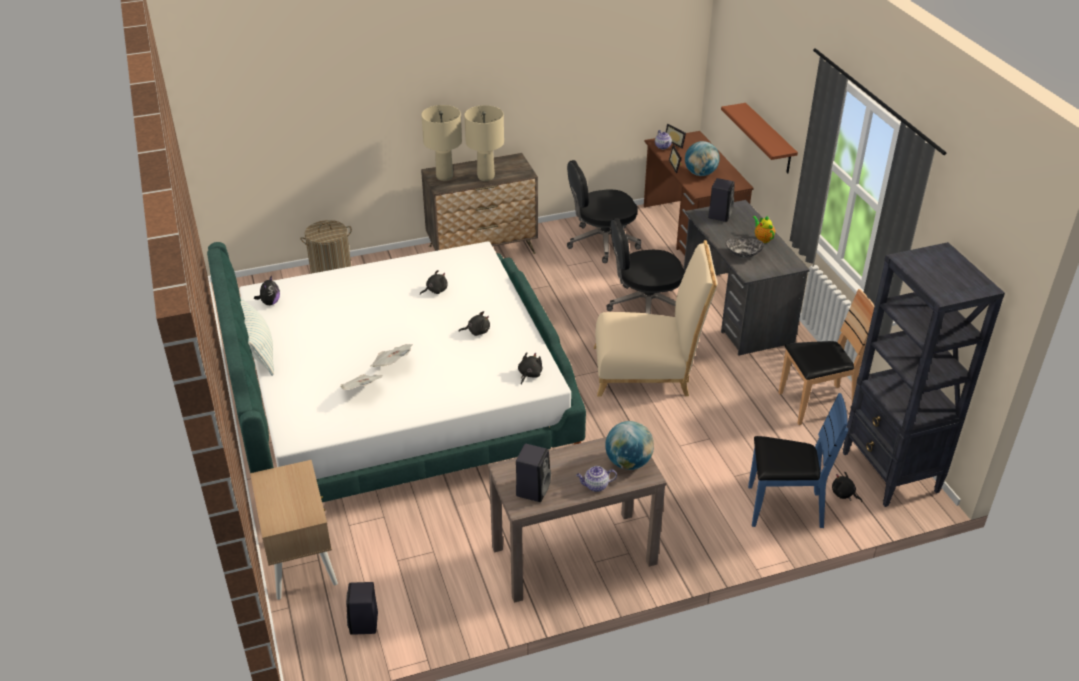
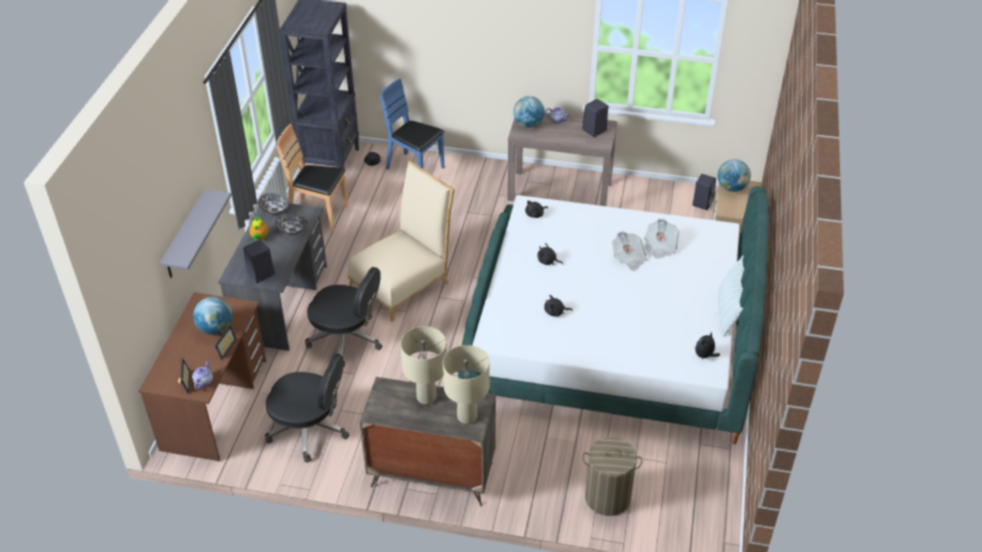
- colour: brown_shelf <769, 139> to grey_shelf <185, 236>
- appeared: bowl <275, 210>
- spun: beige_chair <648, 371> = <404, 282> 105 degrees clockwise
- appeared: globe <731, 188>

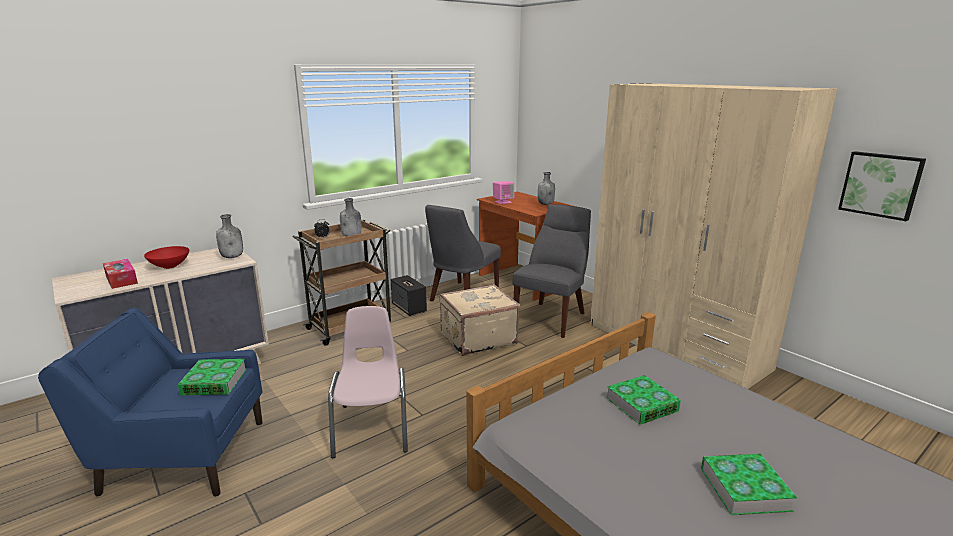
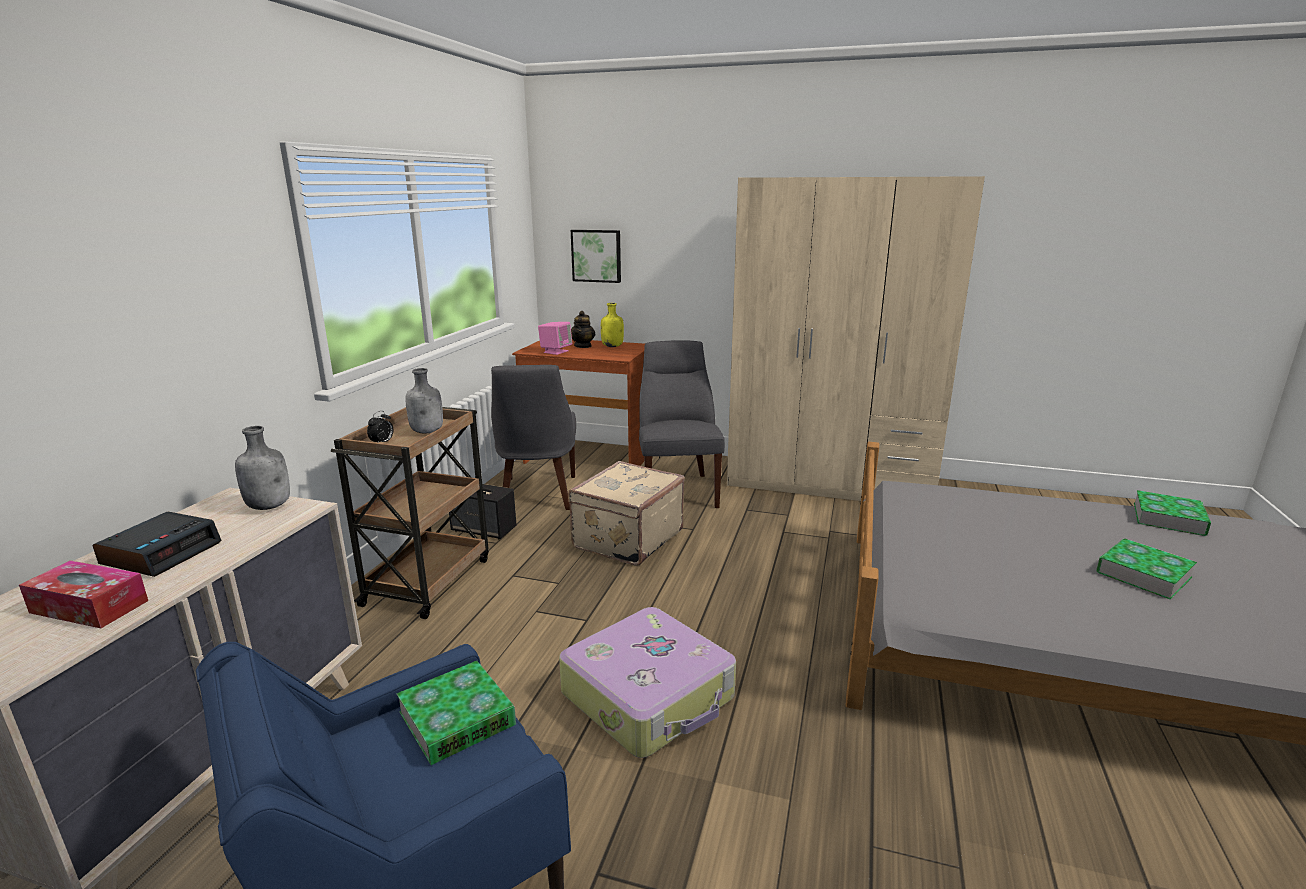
- exchanged: red_bowl <170, 266> to alarm_clock <162, 553>
- exchanged: pink_chair <372, 427> to suitcase <649, 696>
- relocated: picture <881, 185> to <597, 256>
- appeared: teapot <583, 346>
- colour: grey_bottle <546, 204> to yellow_bottle <613, 346>
- relocated: book <642, 404> to <1168, 518>

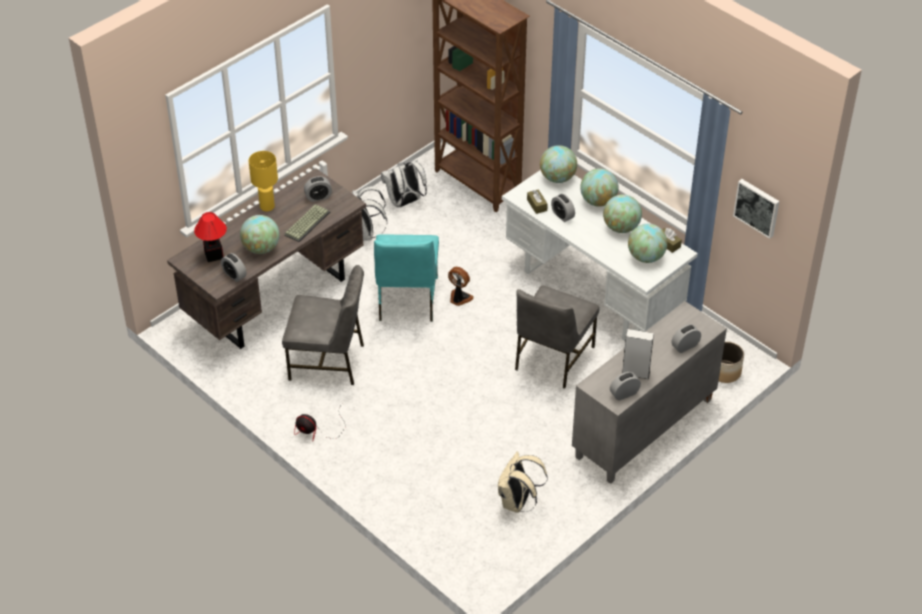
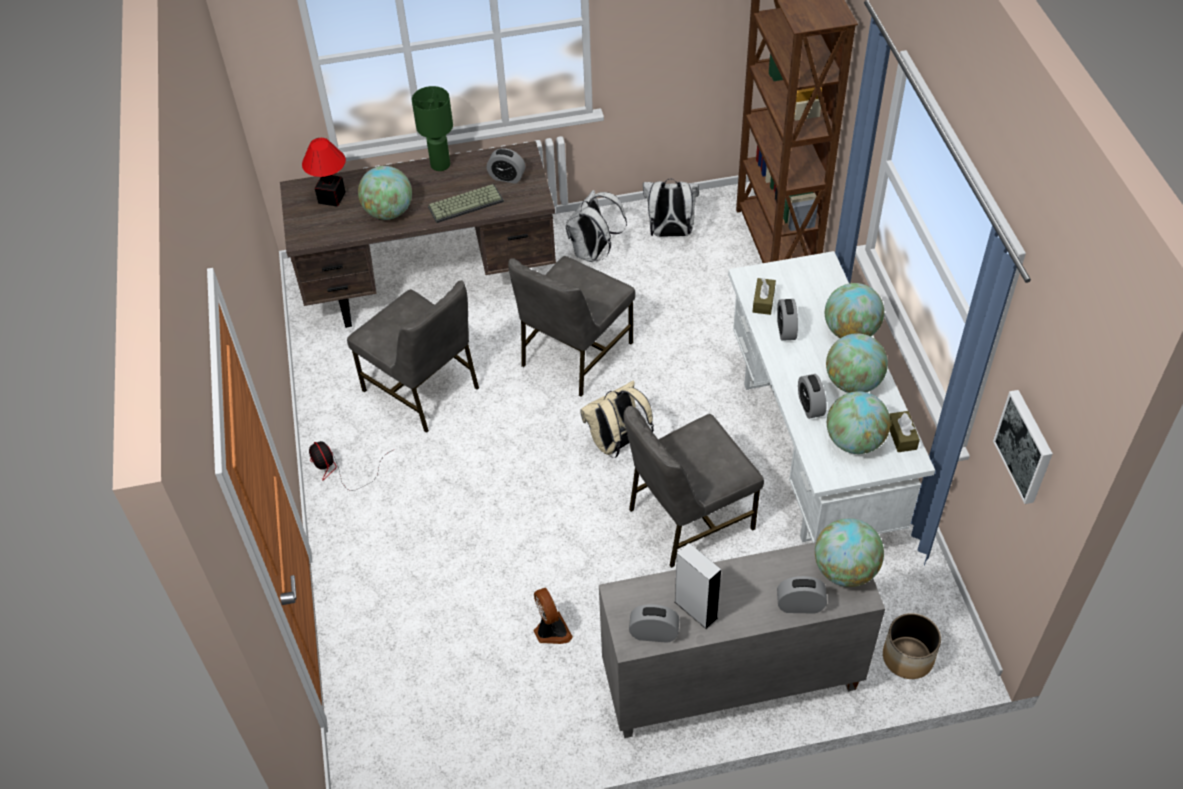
- colour: yellow_table_lamp <267, 207> to green_table_lamp <440, 165>
- colour: turquoise_chair <406, 299> to grey_chair <574, 354>
- relocated: fan <459, 298> to <551, 631>
- relocated: beige_backpack <517, 502> to <617, 444>
- relocated: alarm_clock <234, 275> to <810, 406>
- relocated: globe <557, 178> to <845, 570>

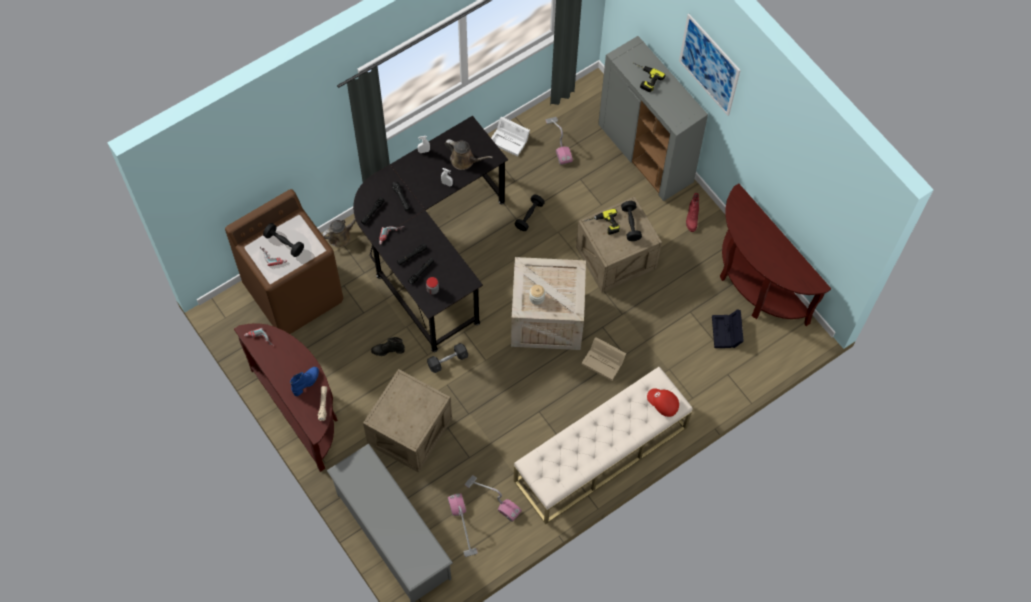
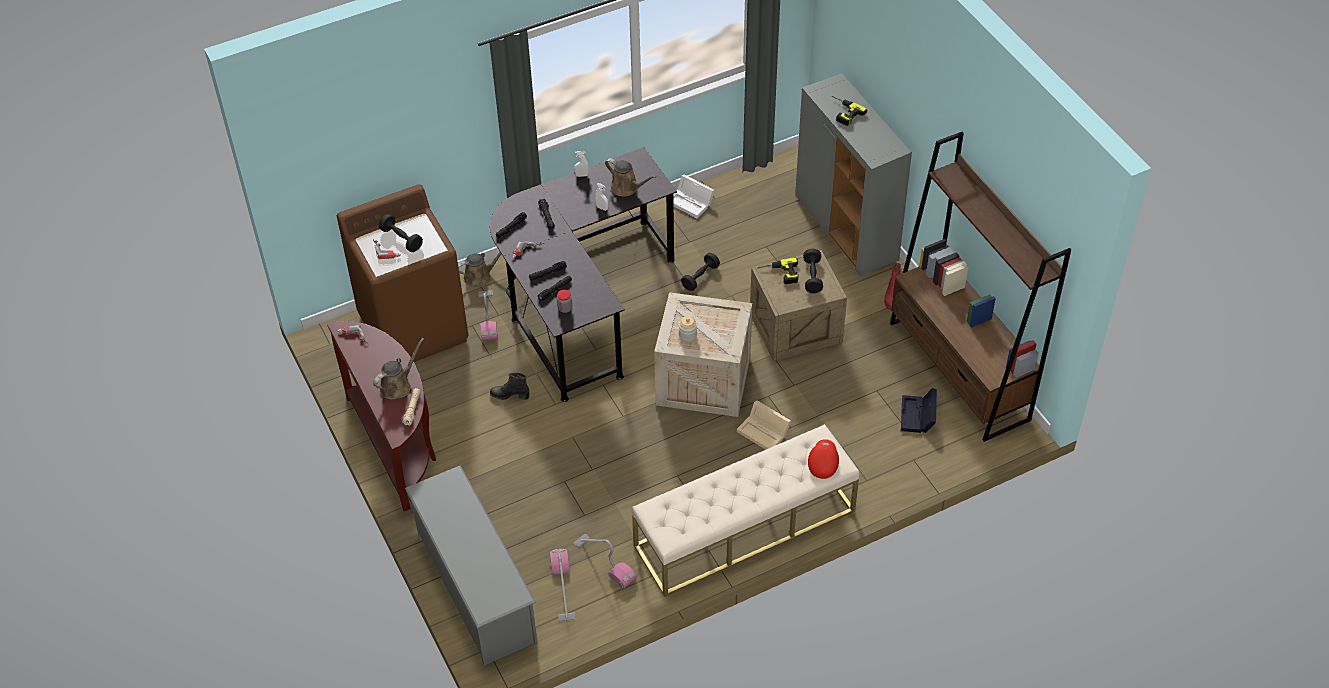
- exchanged: blue_boot <306, 383> to brown_watering_can <398, 385>
- relocated: vacuum_cleaner <558, 141> to <487, 317>
- spun: red_cap <662, 404> = <822, 463> 60 degrees clockwise
- exchanged: brown_console_table <754, 286> to brown_bookcase <958, 371>
- missing: crate <409, 432>
- missing: grey_dumbbell <447, 360>
- missing: picture <709, 65>

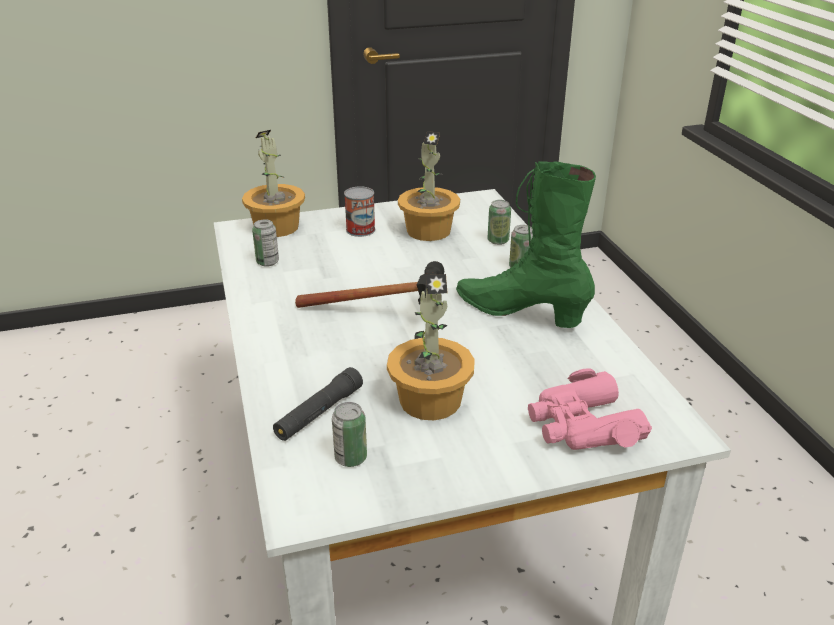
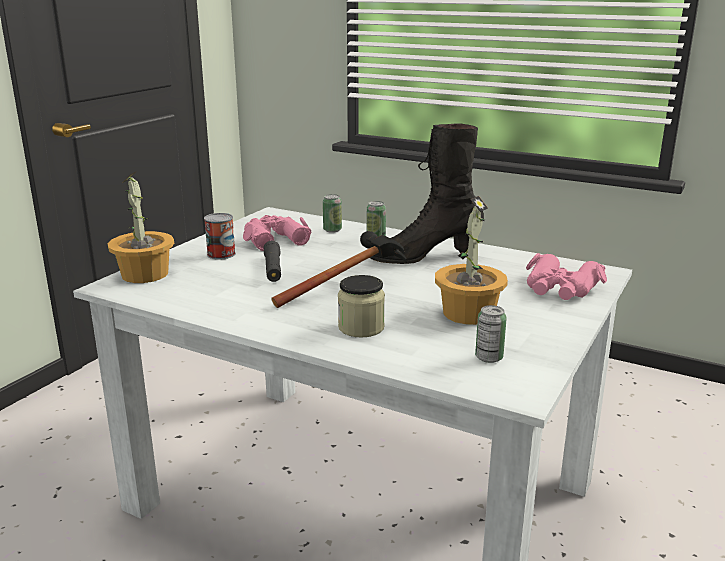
- exchanged: potted_plant <429, 230> to pink_binoculars <273, 239>
- relocated: black_flashlight <319, 413> to <273, 269>
- appeared: jar <361, 327>
- colour: green_boot <520, 312> to black_boot <423, 257>
- missing: can <267, 262>

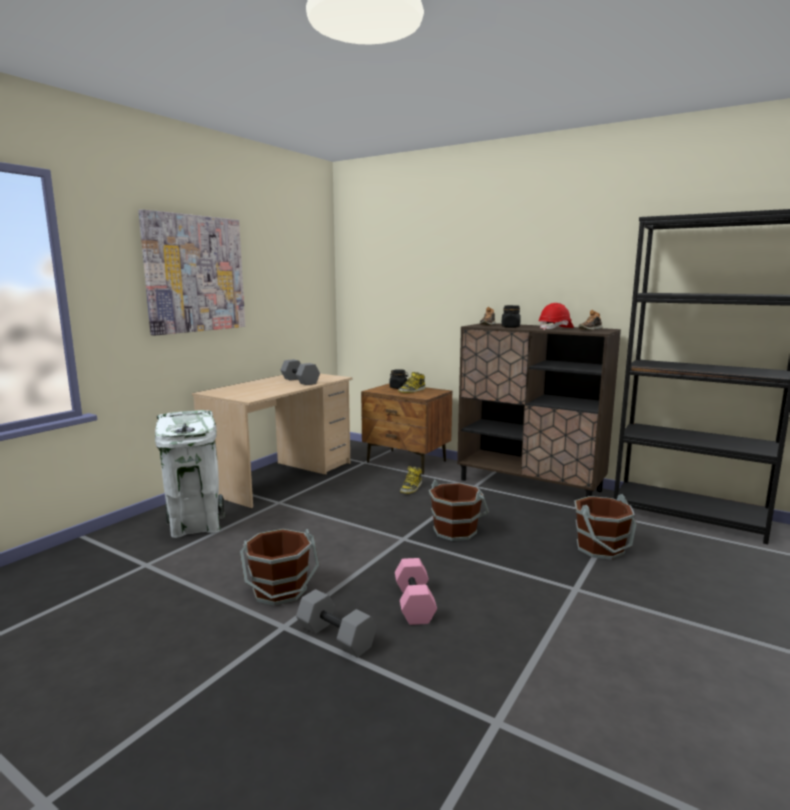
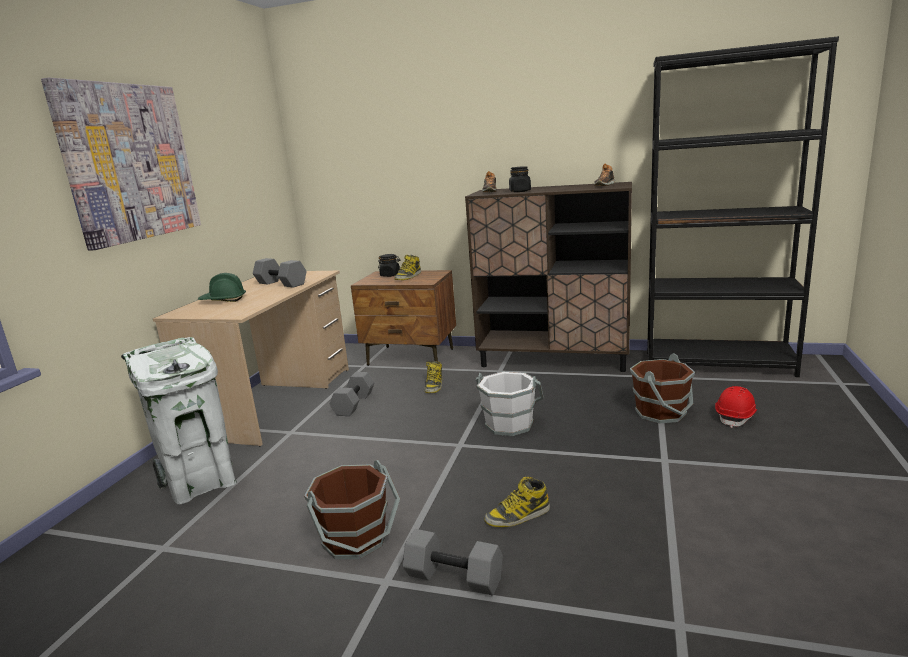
- appeared: green_hard_hat <223, 300>
- appeared: grey_dumbbell <354, 404>
- colour: brown_bucket <455, 530> to white_bucket <509, 424>
- exchanged: pink_dumbbell <415, 604> to boot <518, 516>
- relocated: red_hard_hat <555, 328> to <736, 417>

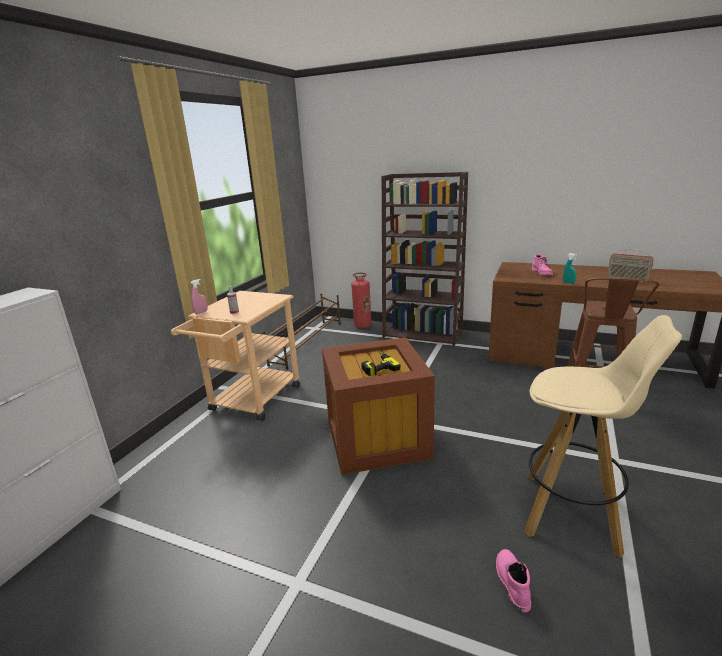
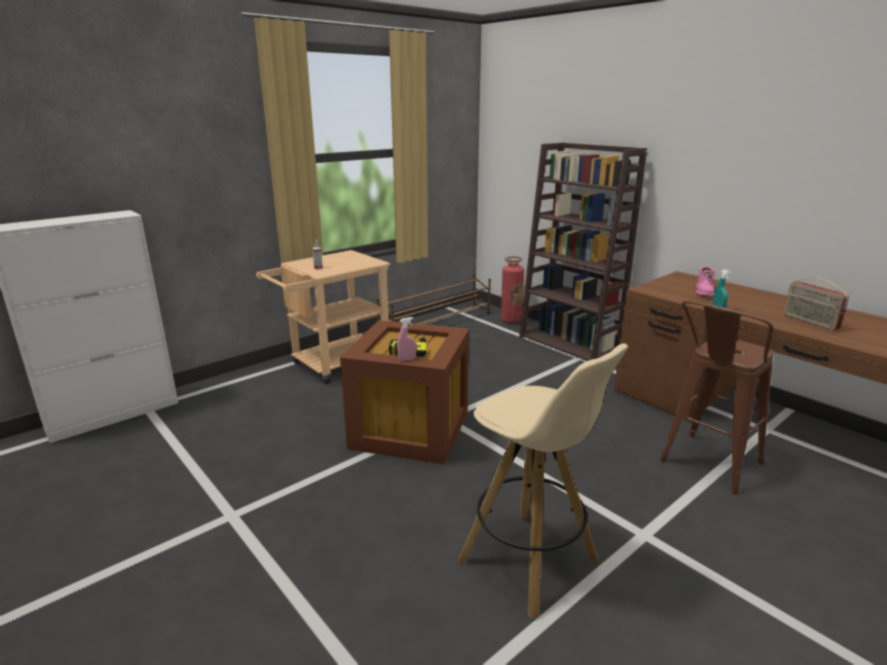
- relocated: pink_spray_bottle <201, 312> to <407, 359>
- missing: pink_boot <511, 582>

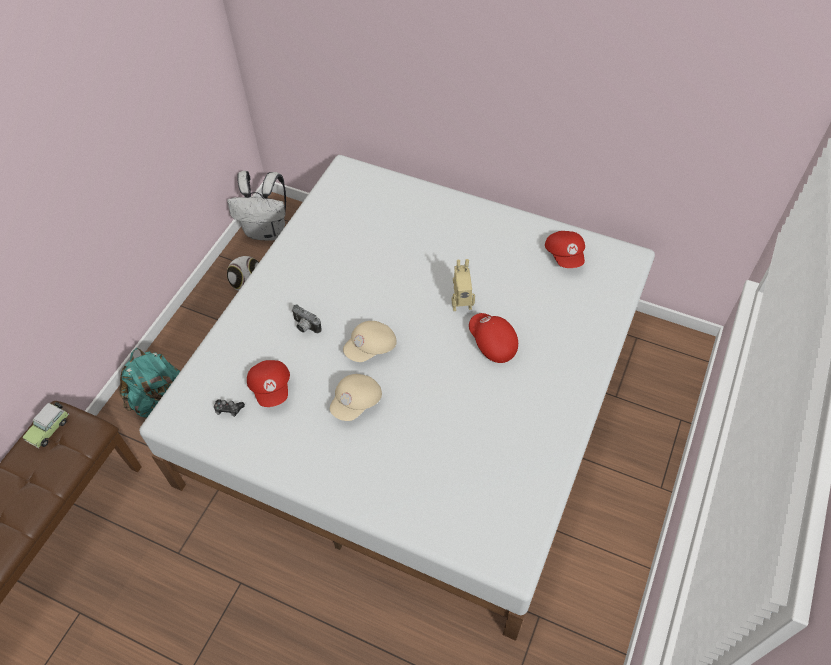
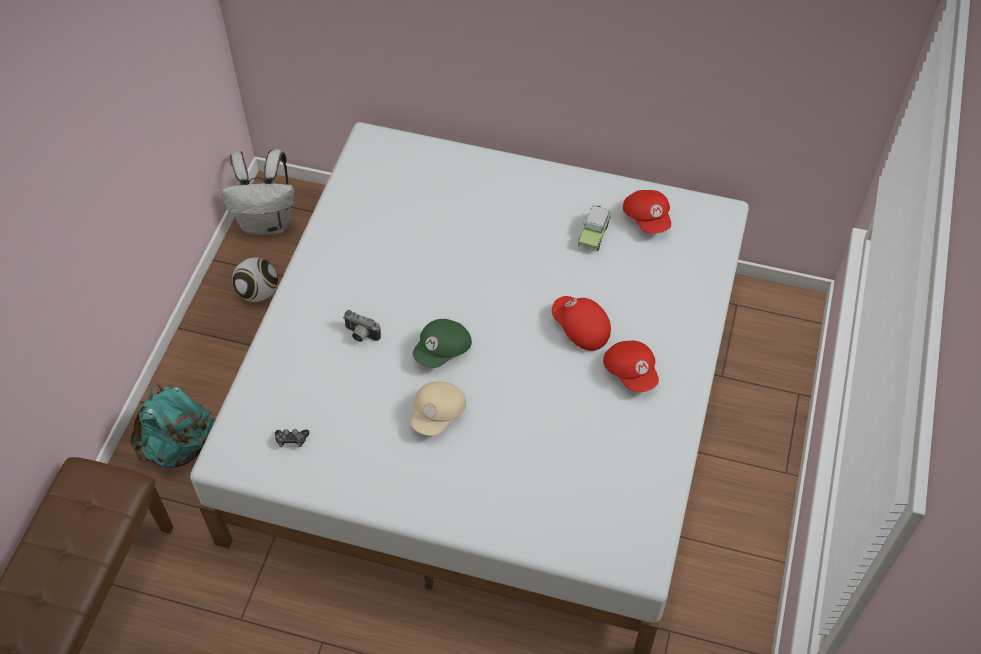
- colour: beige_cap <371, 348> to green_cap <443, 351>
- relocated: toy_car <50, 428> to <594, 234>
- relocated: red_cap <272, 388> to <631, 372>
- missing: toy_robot <461, 303>

